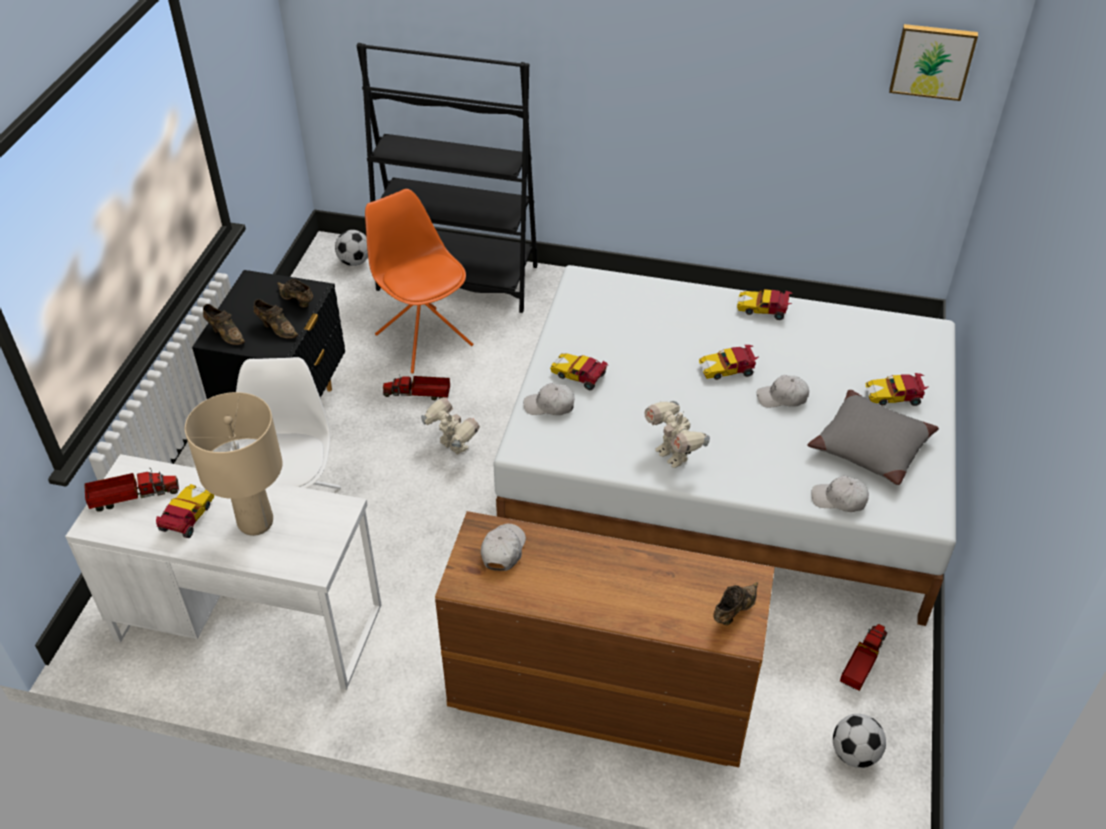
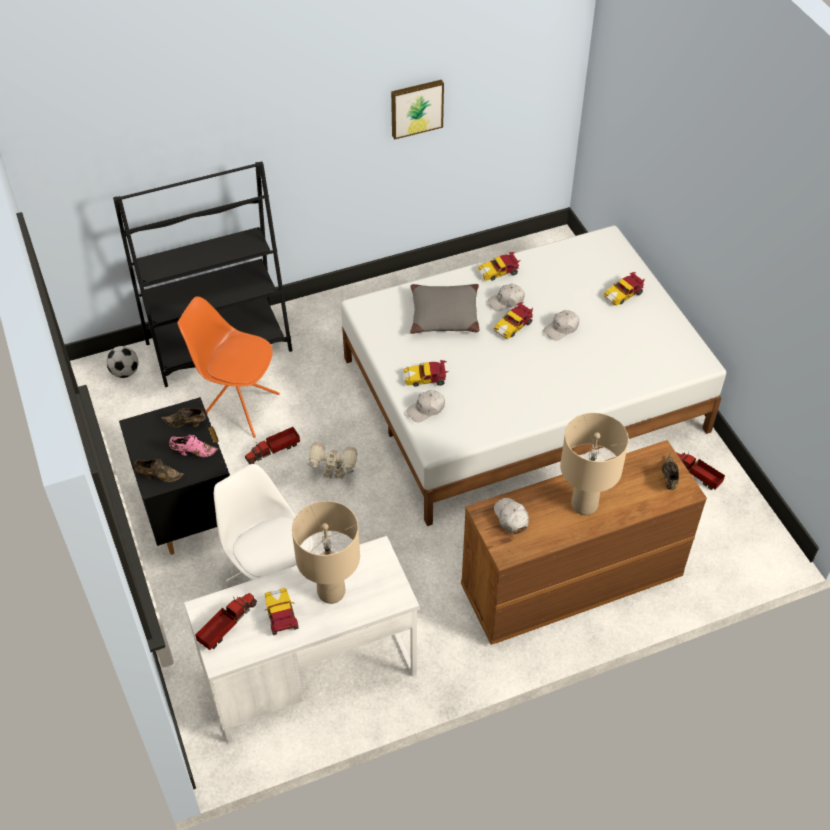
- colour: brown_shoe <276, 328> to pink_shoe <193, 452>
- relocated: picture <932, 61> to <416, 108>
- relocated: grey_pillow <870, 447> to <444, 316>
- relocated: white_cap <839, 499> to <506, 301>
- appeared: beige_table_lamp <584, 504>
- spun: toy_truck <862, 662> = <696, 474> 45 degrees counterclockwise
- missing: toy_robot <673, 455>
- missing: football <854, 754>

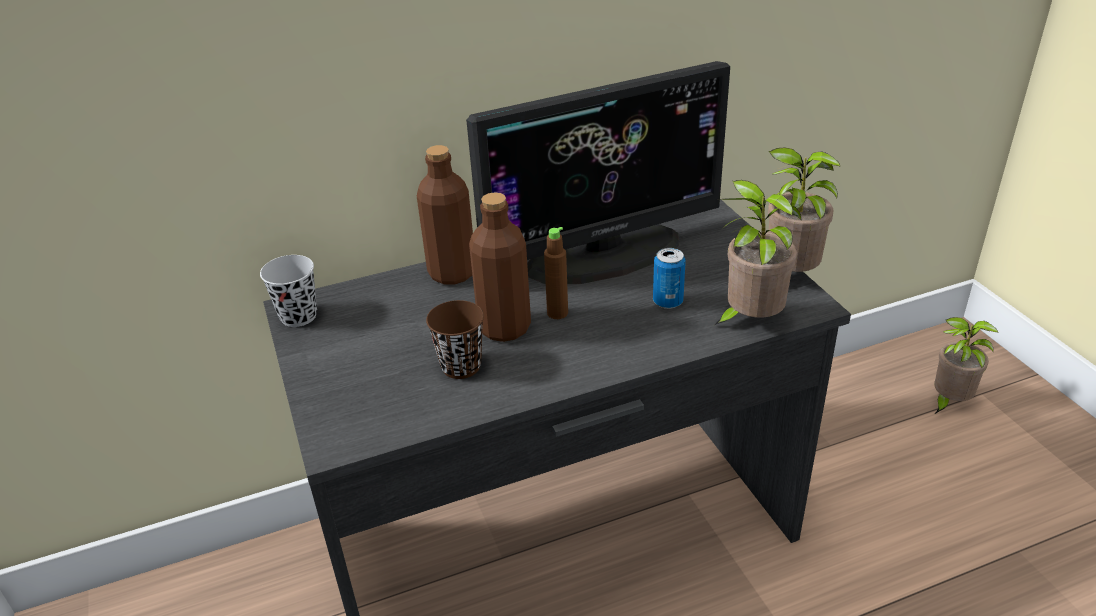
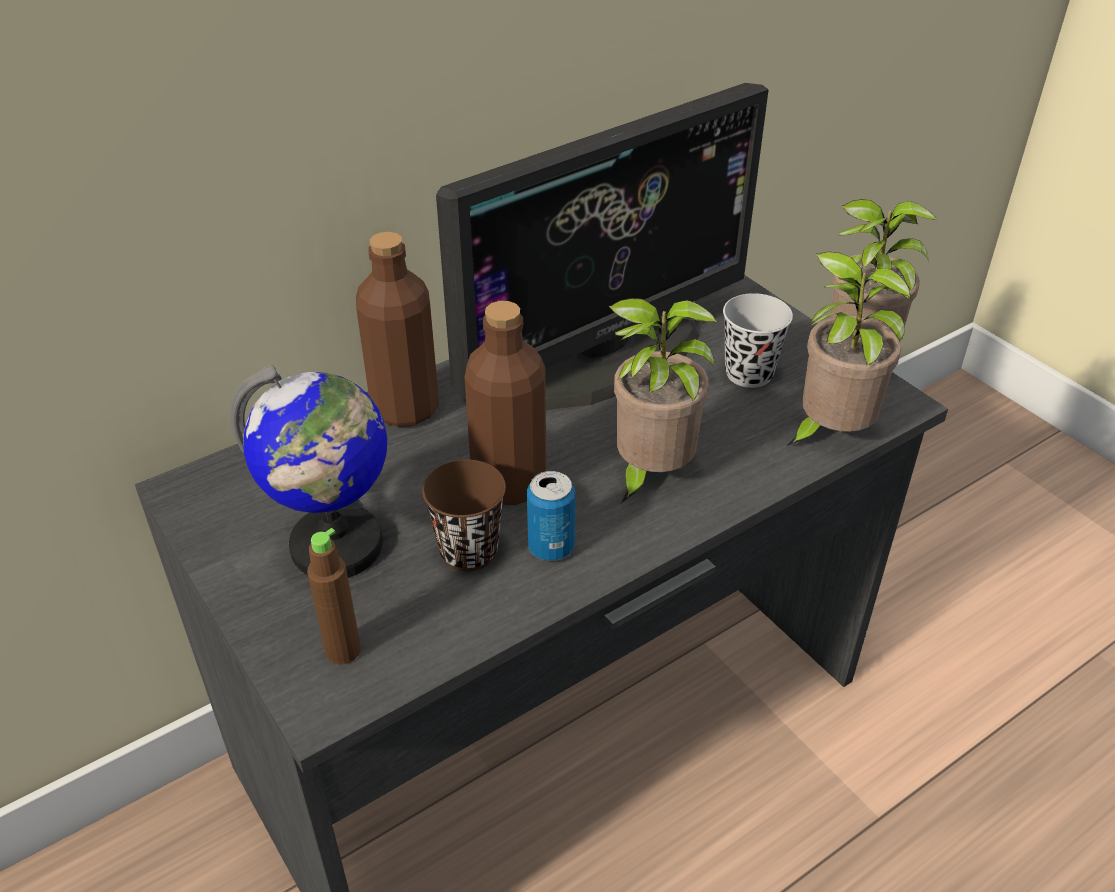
- appeared: globe <337, 547>
- relocated: brown_bottle <557, 313> to <343, 650>
- relocated: can <668, 302> to <551, 547>
- relocated: potted_plant <948, 402> to <649, 475>
- relocated: black_cup <298, 316> to <749, 373>

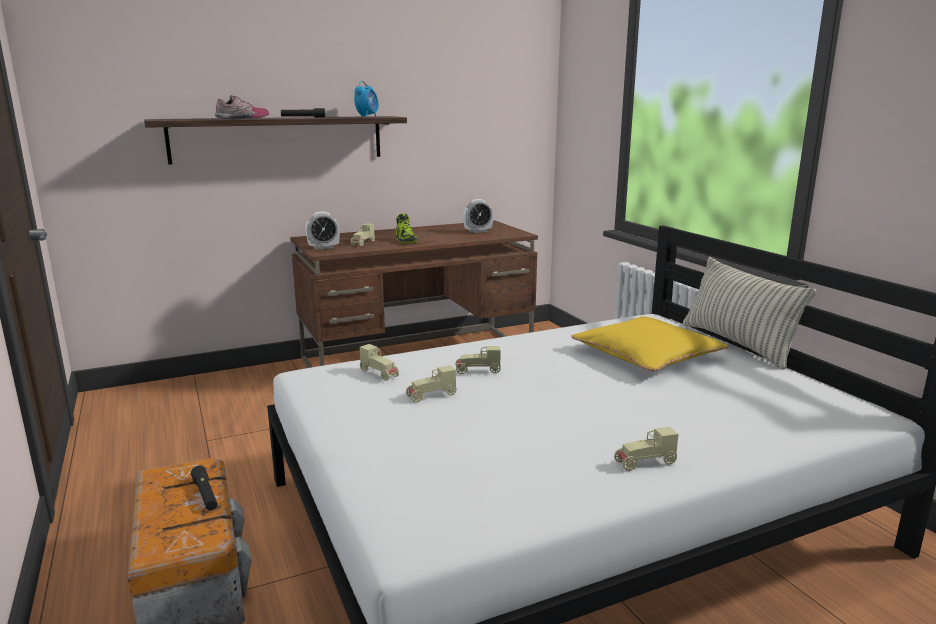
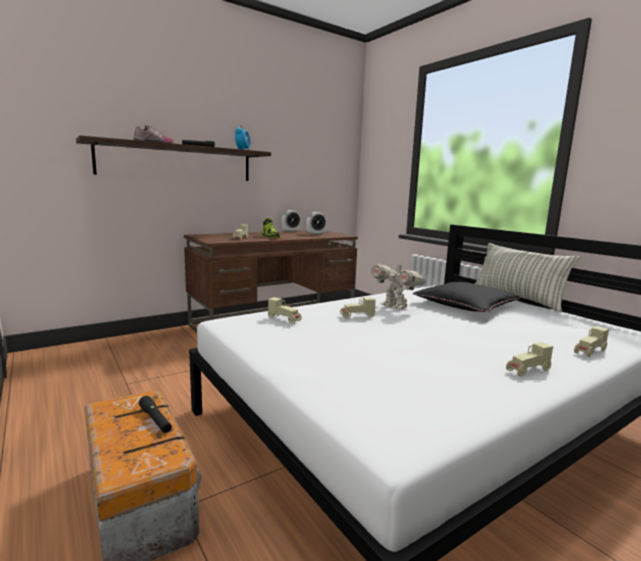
- relocated: alarm_clock <323, 247> to <291, 231>
- appeared: toy_robot <395, 306>
- colour: yellow_pillow <647, 354> to black_pillow <465, 305>
- relocated: beige_toy_car <431, 396> to <590, 352>

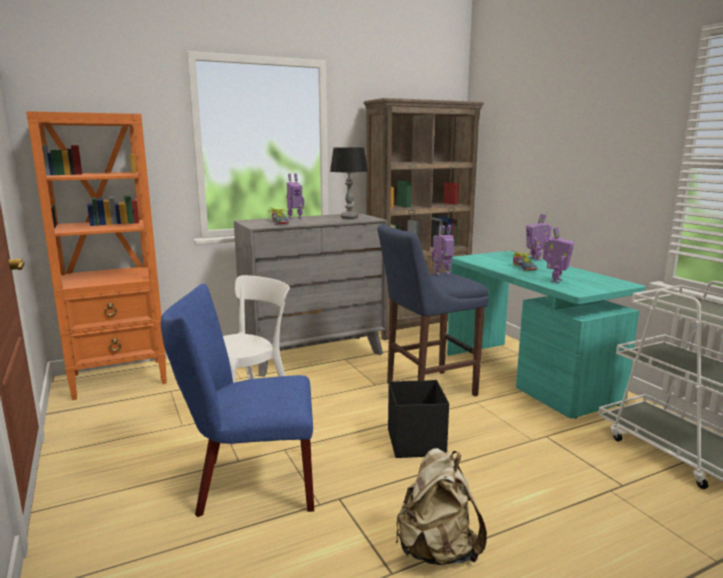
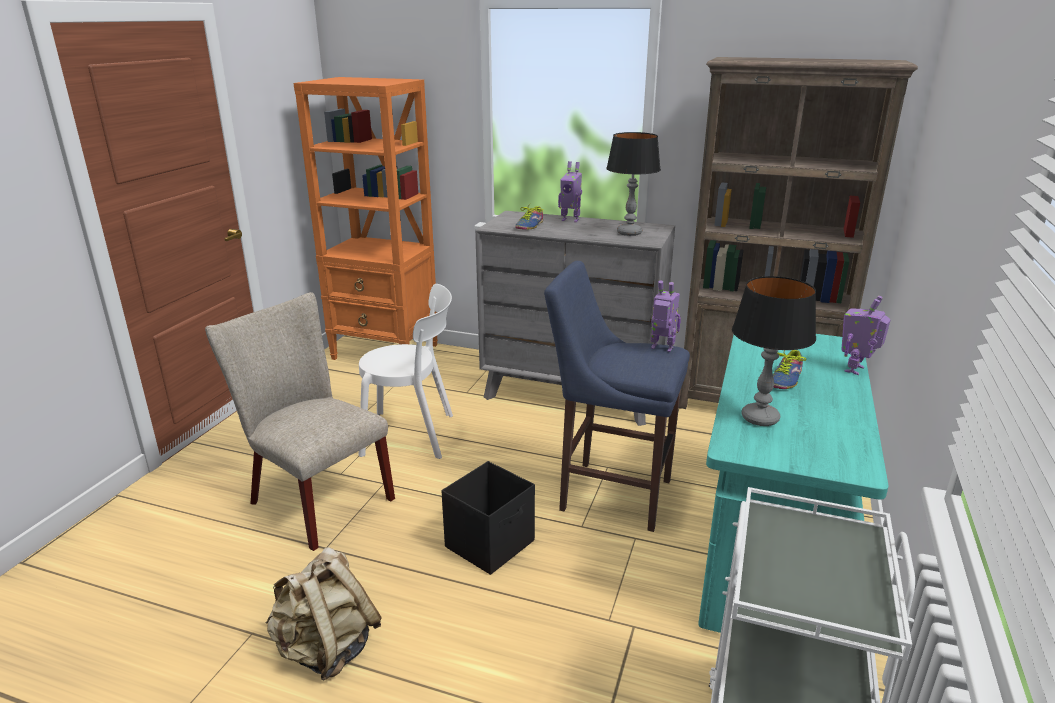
- colour: blue_chair <248, 484> to beige_chair <314, 498>
- exchanged: toy_robot <555, 281> to table_lamp <760, 418>

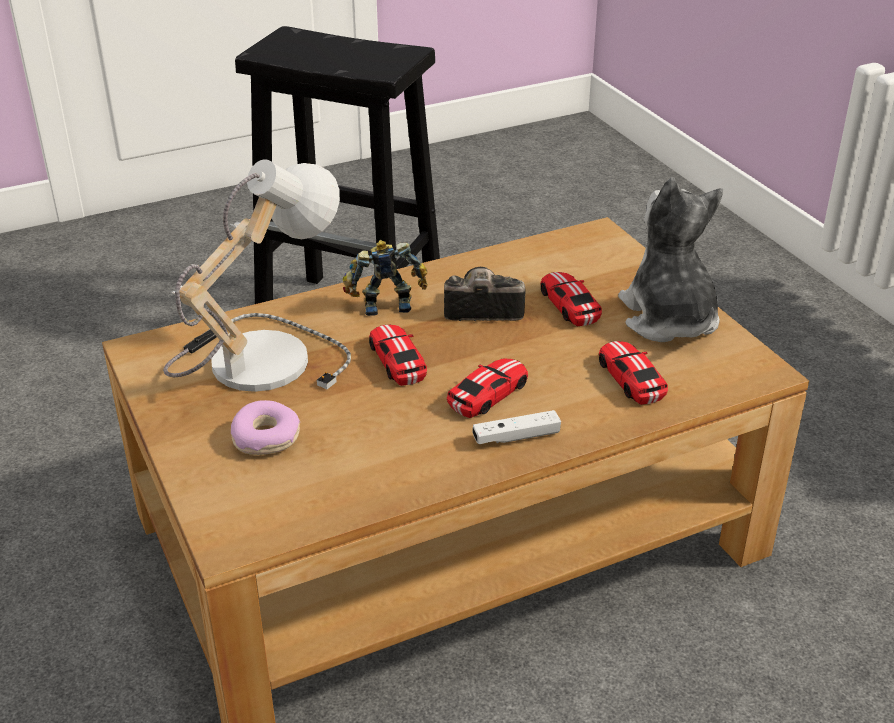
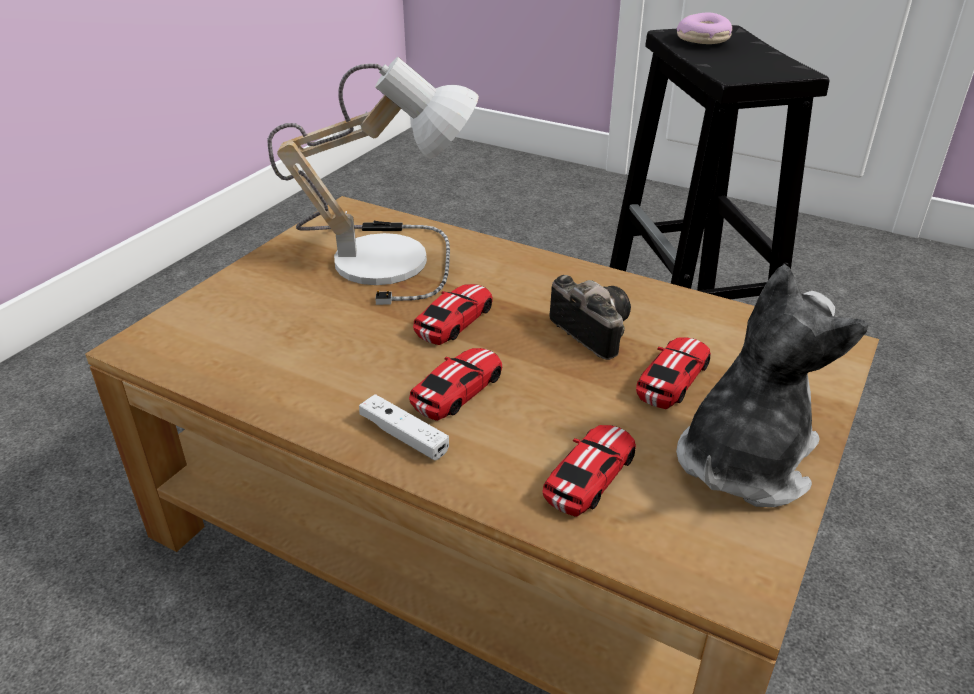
- spun: toy_car <488, 394> = <457, 390> 60 degrees counterclockwise
- relocated: donut <266, 437> to <704, 39>
- missing: toy_robot <385, 304>

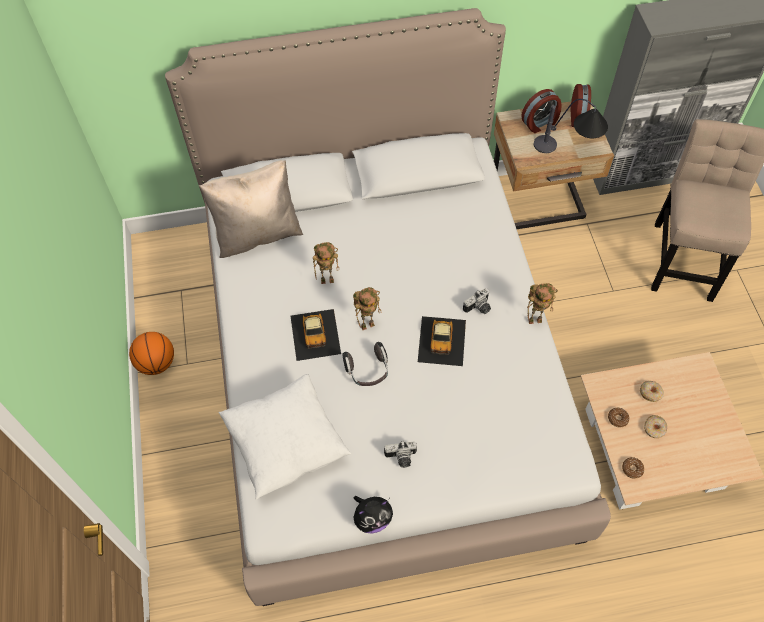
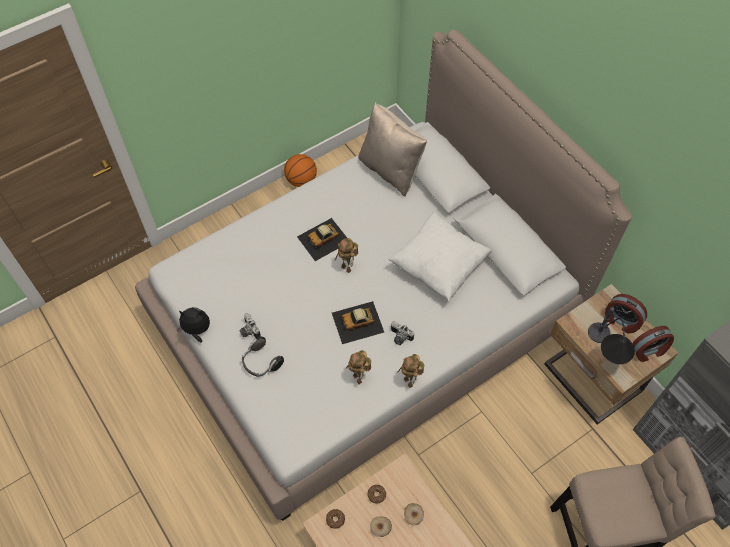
- spun: plush_toy <372, 518> = <197, 330> 135 degrees clockwise
- relocated: headphones <367, 371> to <261, 363>
- relocated: toy_robot <328, 280> to <359, 379>
- relocated: white_pillow <286, 445> to <438, 266>

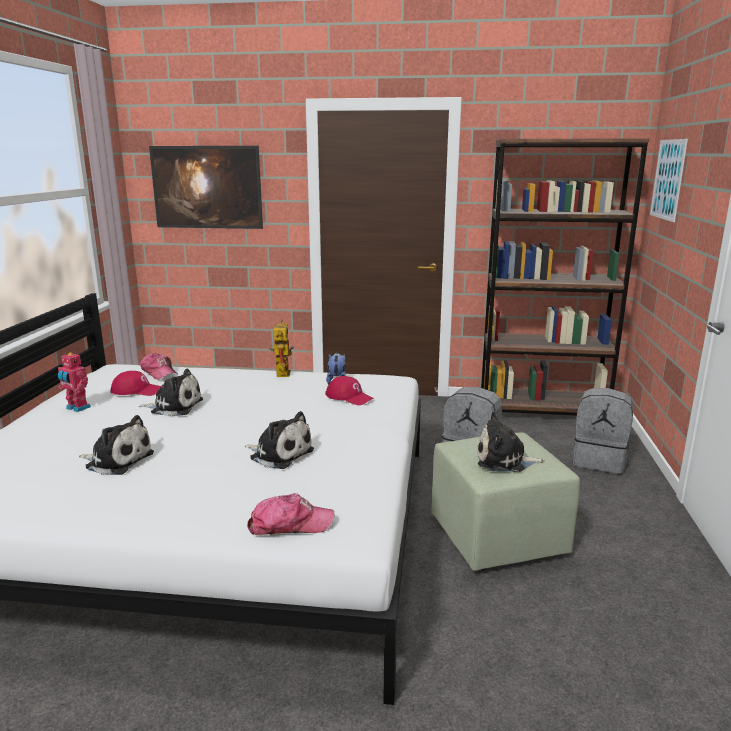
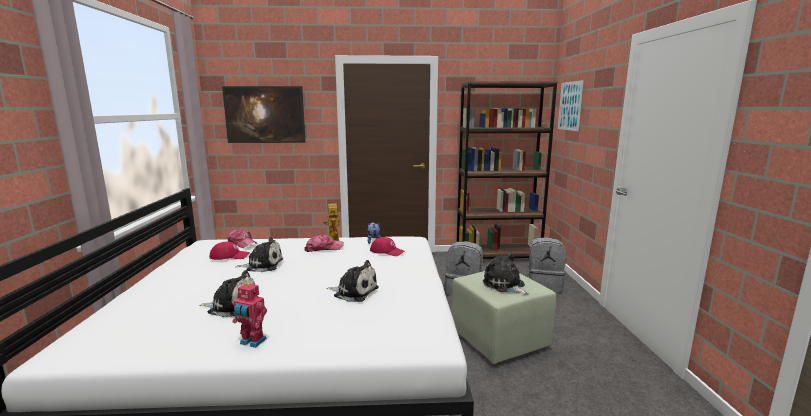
- relocated: toy_robot <77, 408> to <252, 342>
- relocated: cap <290, 524> to <323, 248>
- spun: plush_toy <504, 460> = <505, 285> 60 degrees clockwise

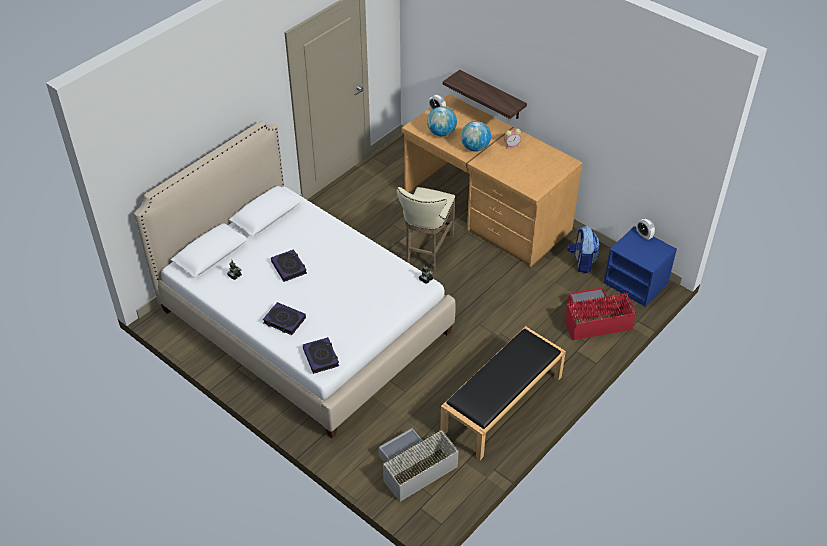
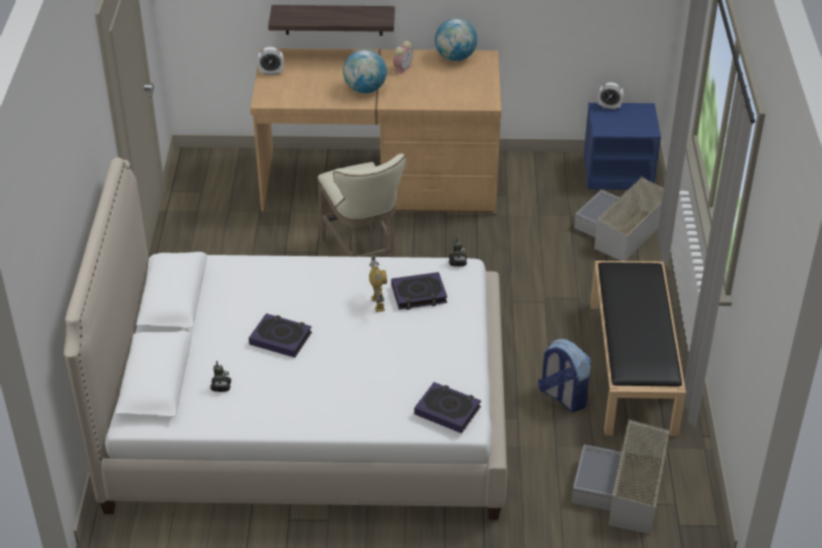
- appeared: toy_robot <378, 303>
- relocated: book <284, 321> to <419, 294>
- relocated: globe <441, 133> to <455, 57>
- relocated: backpack <581, 262> to <562, 397>
- colour: red_storage_box <594, 320> to grey_storage_box <620, 230>

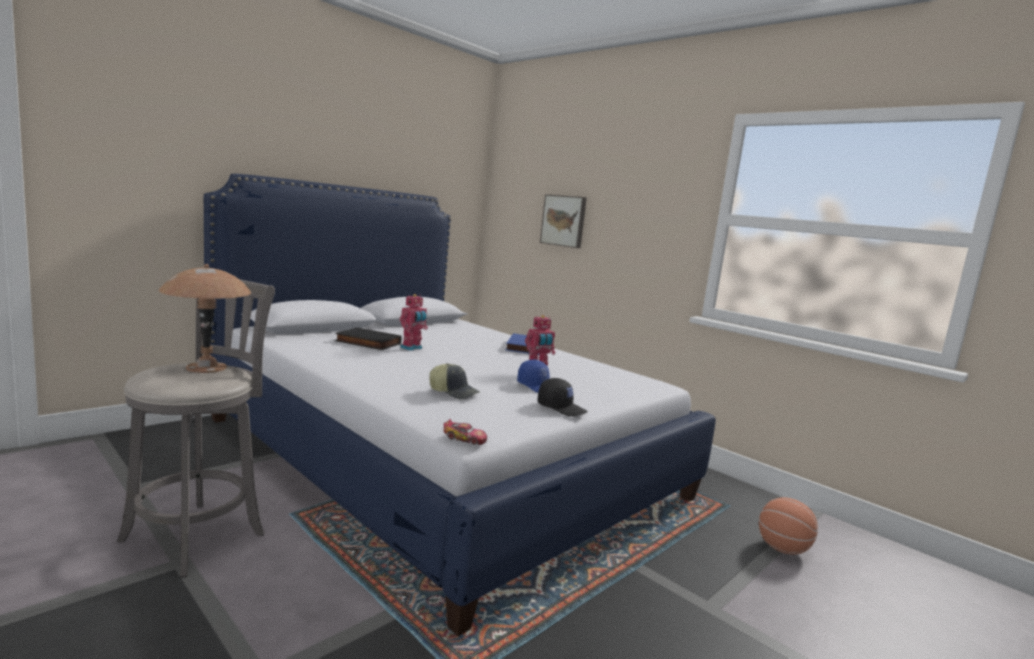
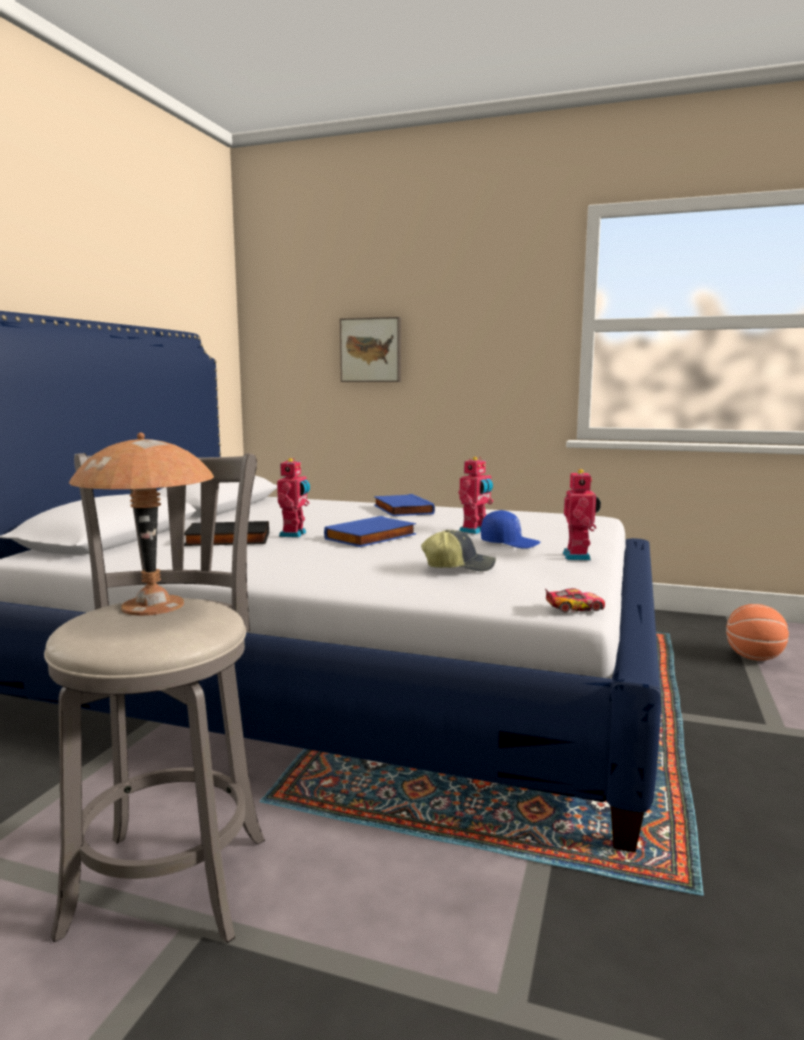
- appeared: blue_book <371, 537>
- exchanged: black_cap <561, 408> to toy_robot <579, 556>

